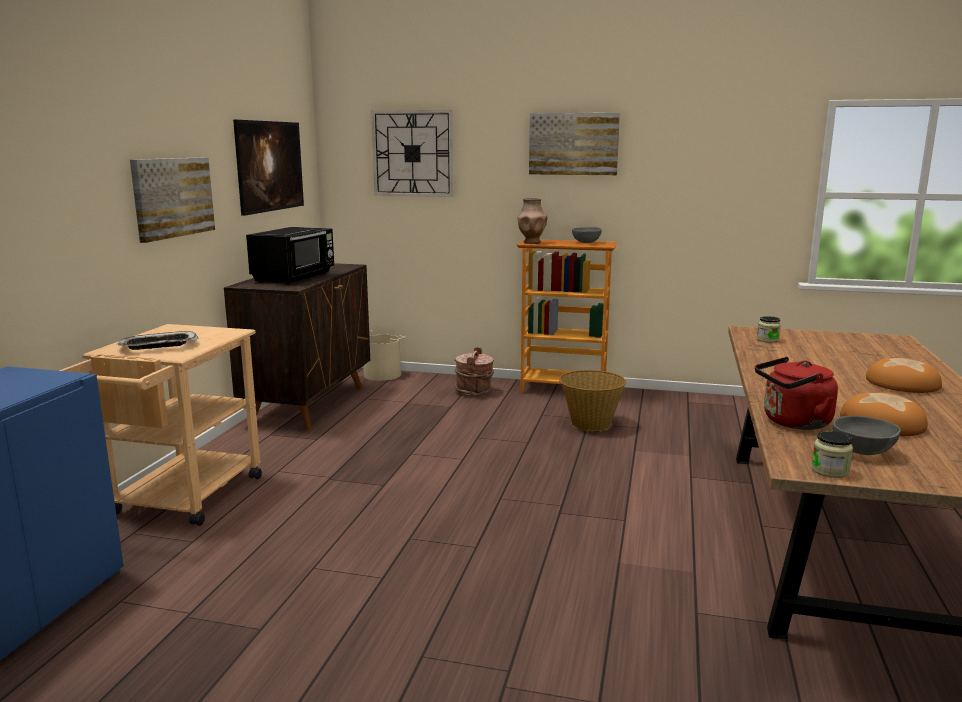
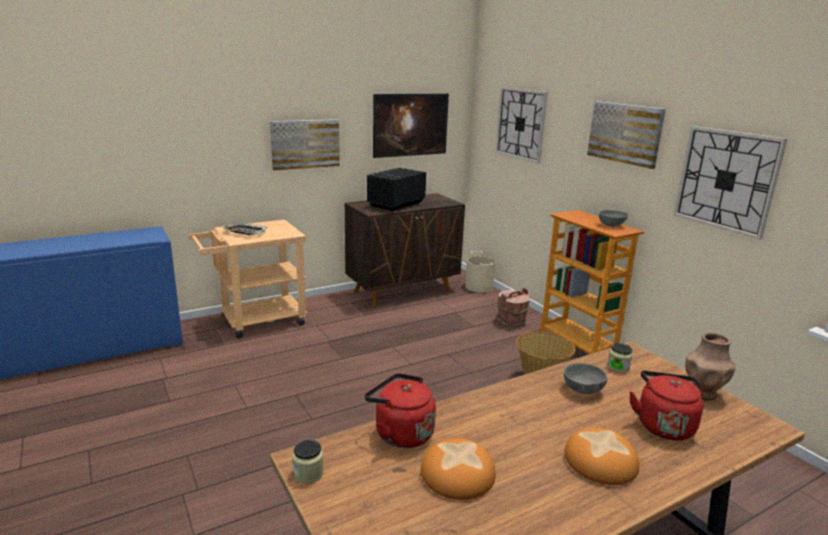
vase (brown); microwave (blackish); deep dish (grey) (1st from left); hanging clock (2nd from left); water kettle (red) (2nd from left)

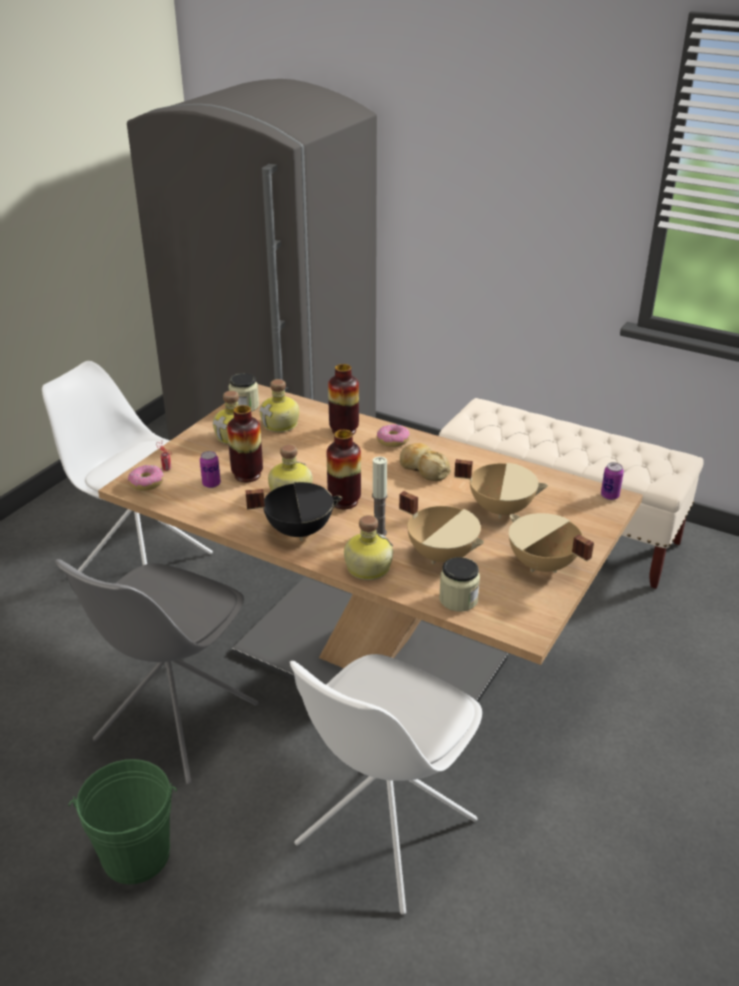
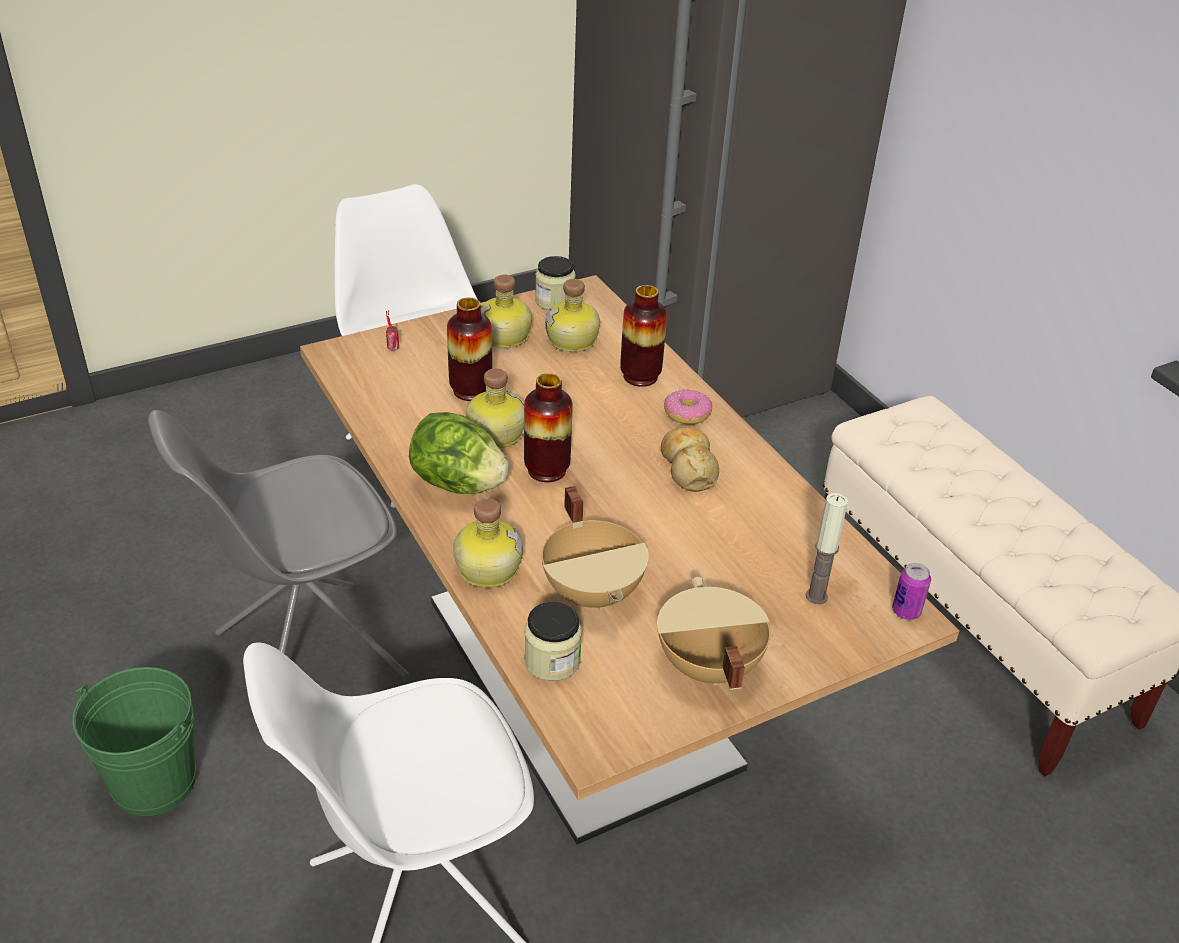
sealed can (2nd from left in the first image); wax candle; saucepot (sand-coloured) (2nd from left in the first image); doughnut (1st from left in the first image); lettuce head

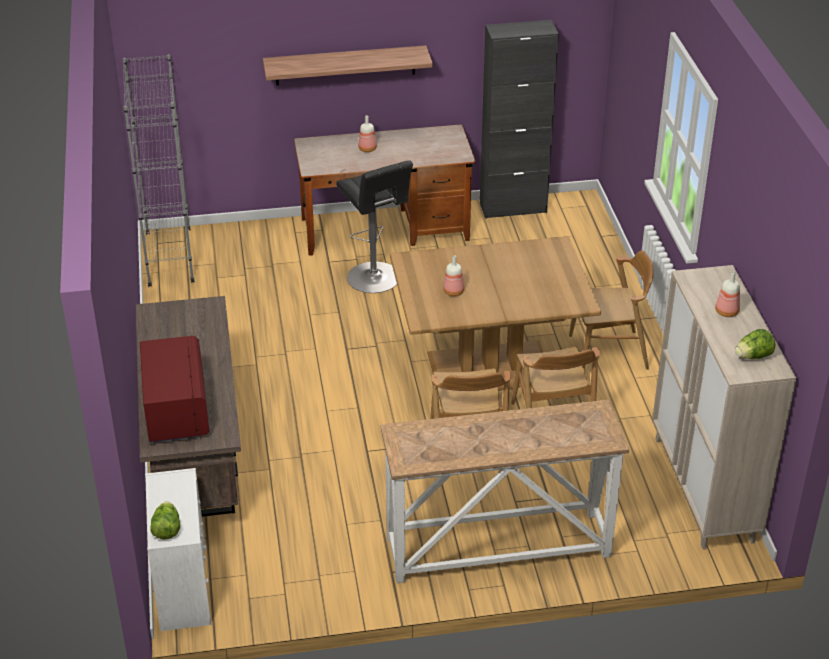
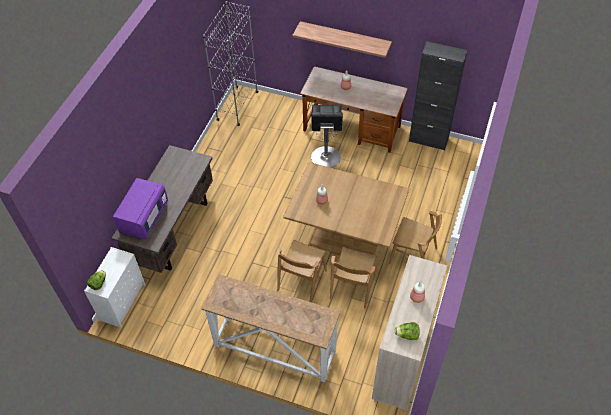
microwave (purplish)

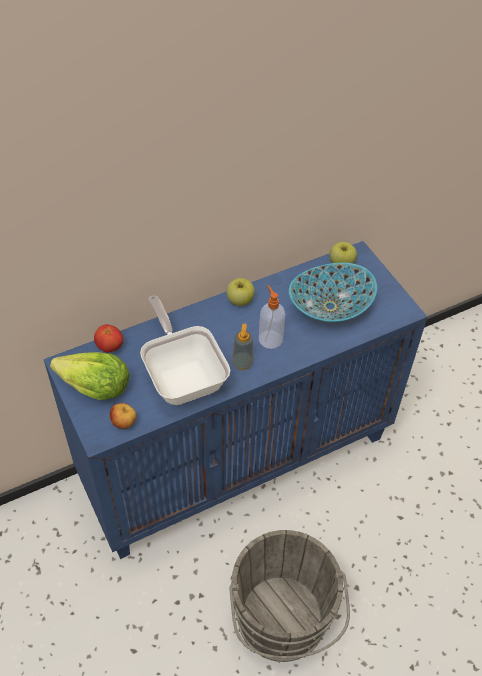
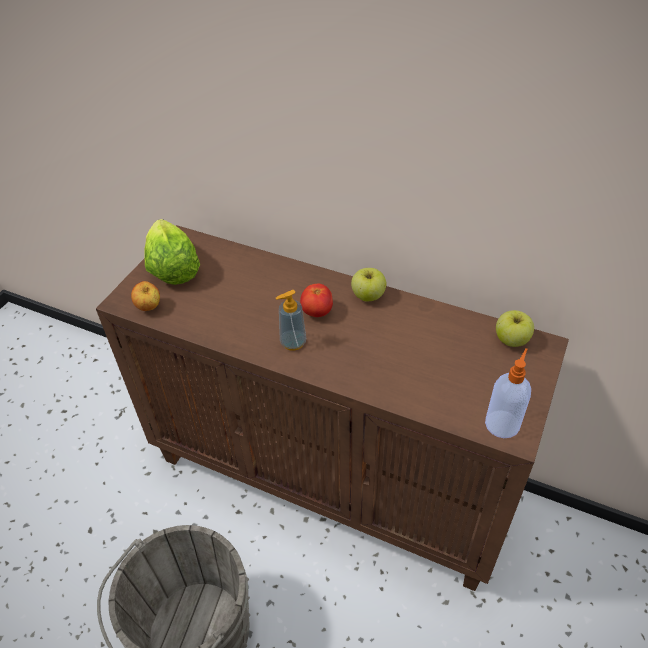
cupboard (brown); deep dish; soap dispenser (2nd from left); skillet; fresh tomato

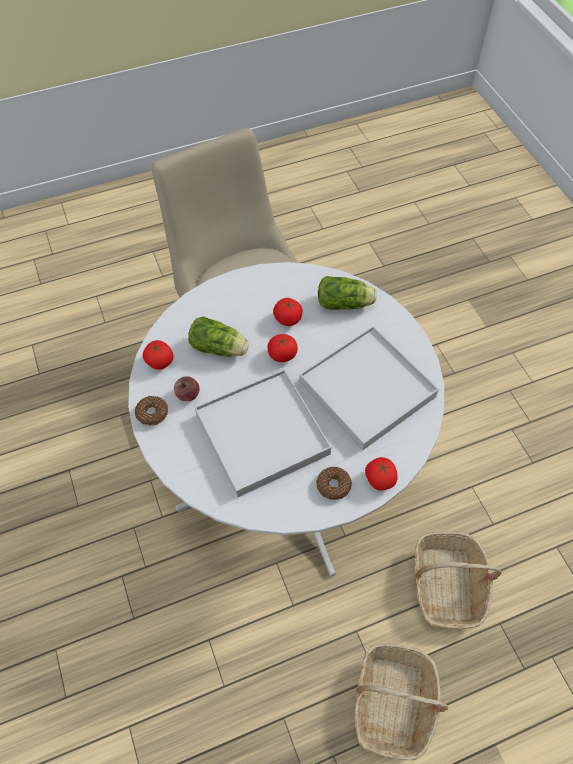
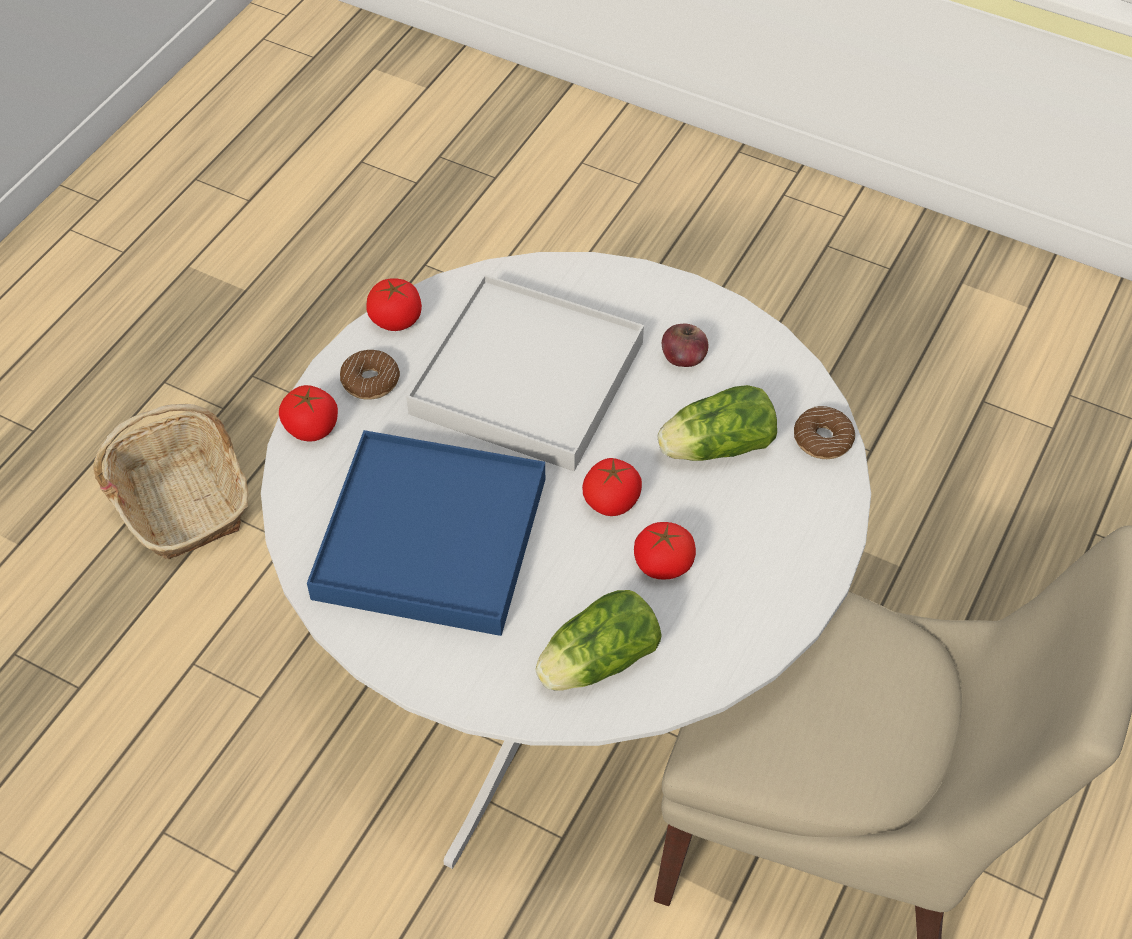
serving tray (blue); fresh tomato (2nd from left); doughnut (2nd from left); basket (2nd from left in the first image)

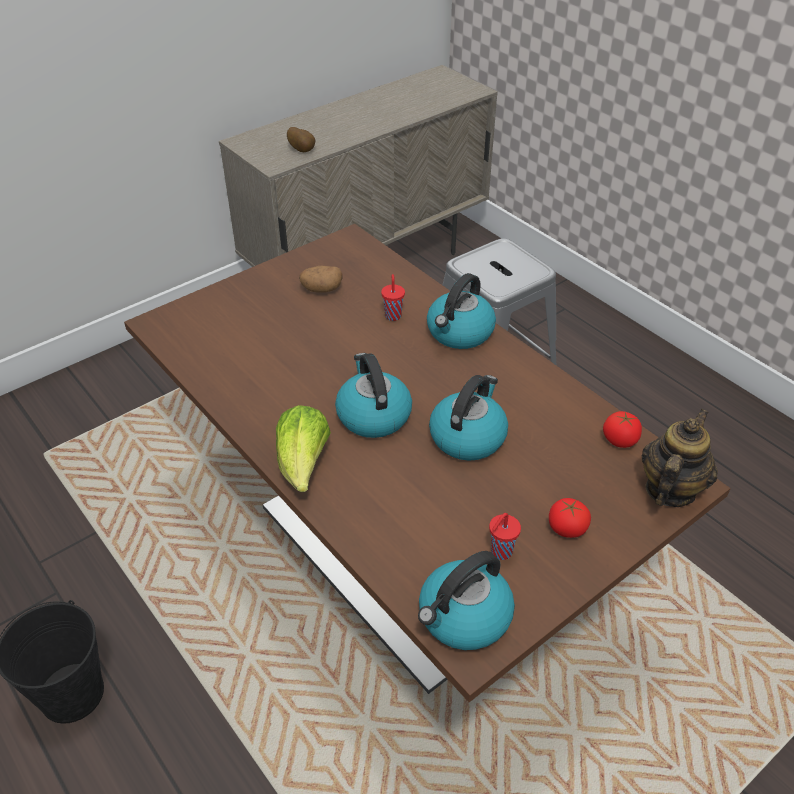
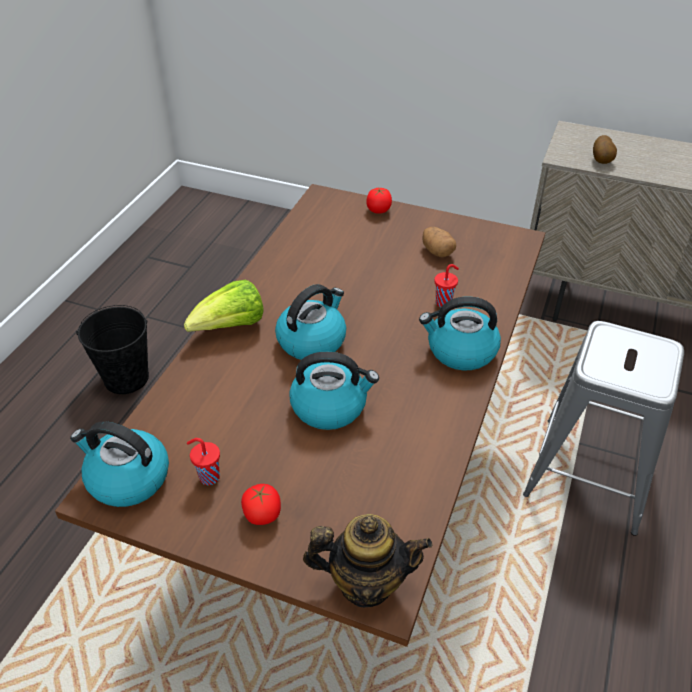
fresh tomato (2nd from left)

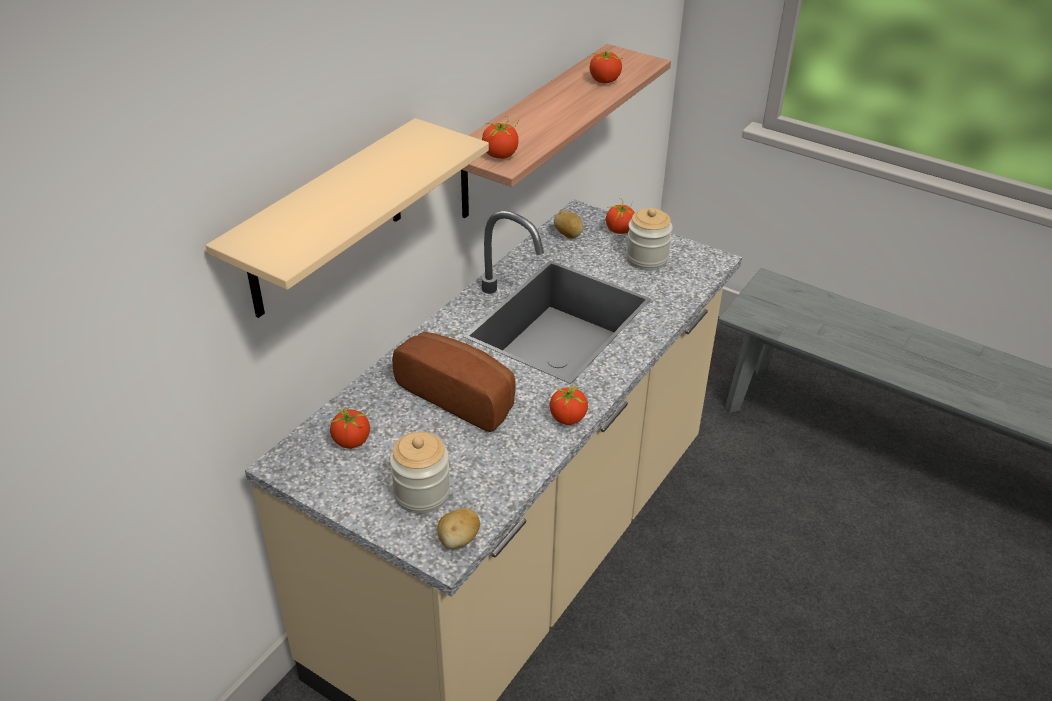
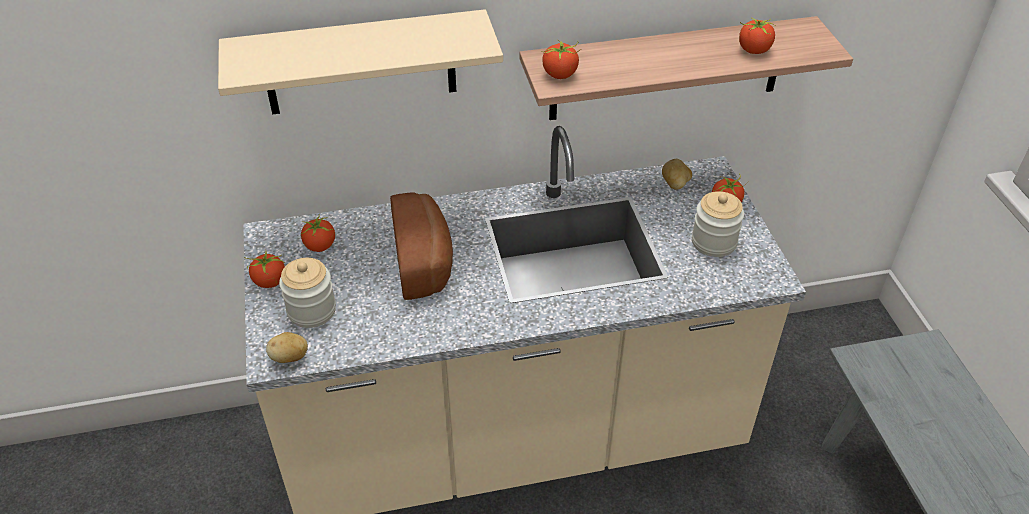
fresh tomato (1st from left)

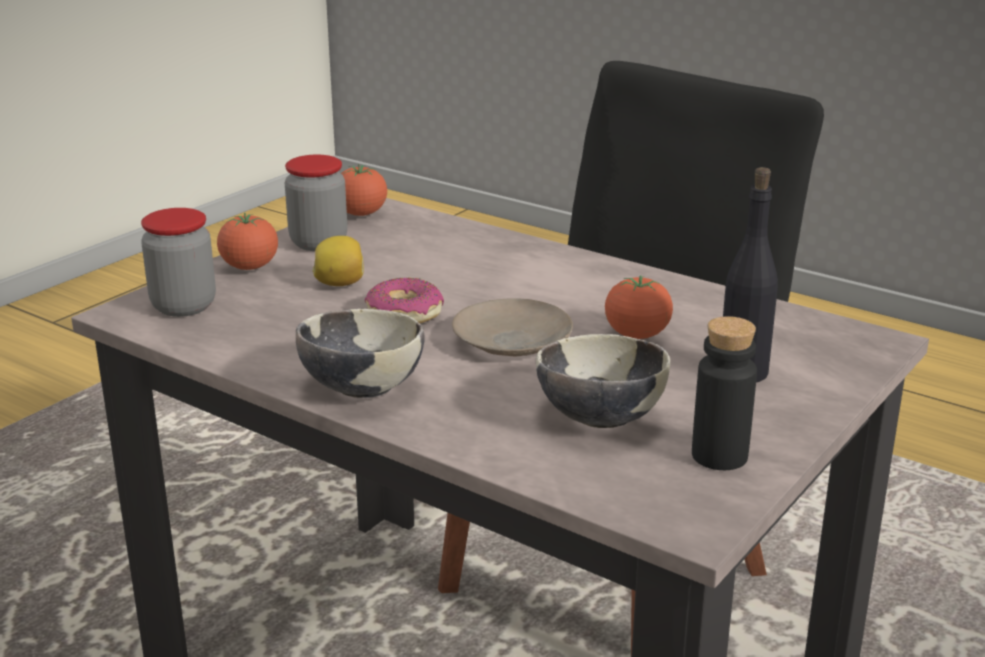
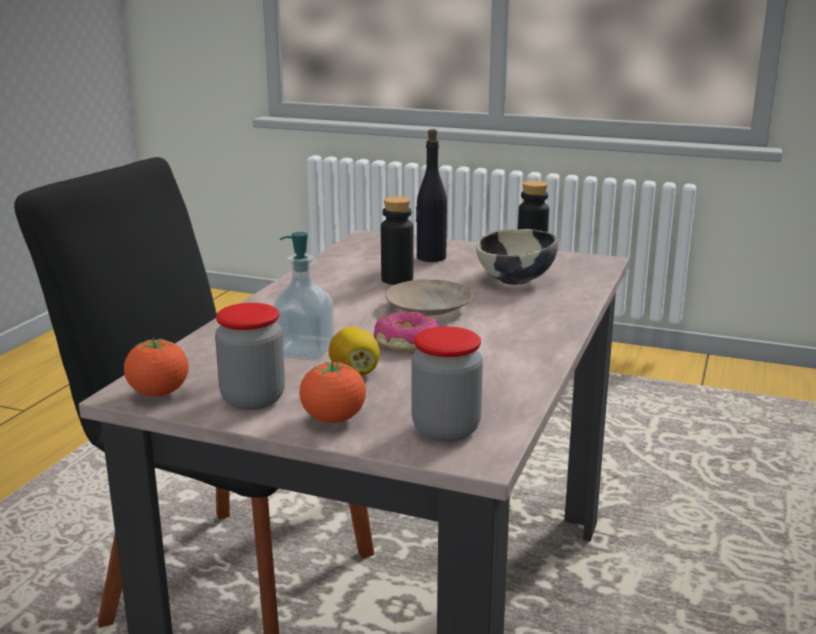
bottle (blackish) (1st from left); deep dish (1st from left in the first image); soap dispenser

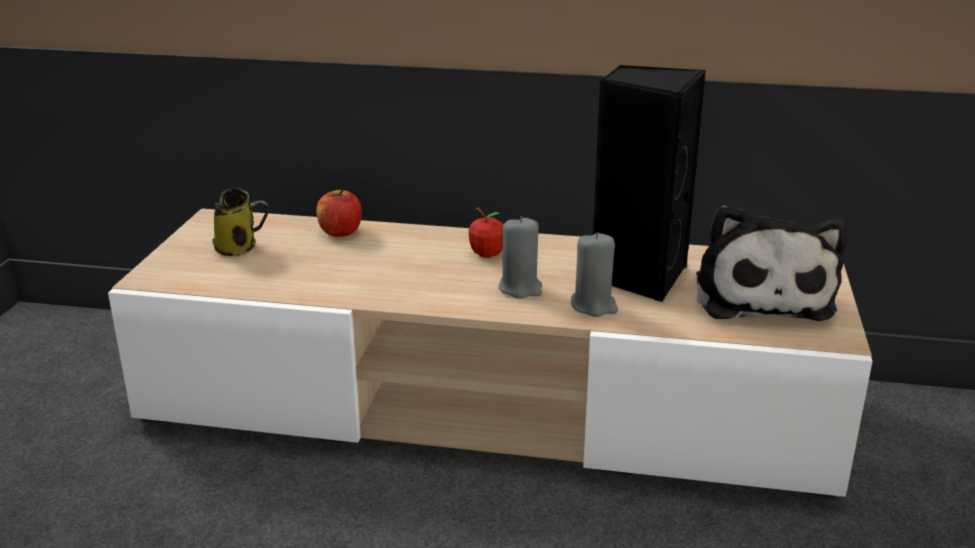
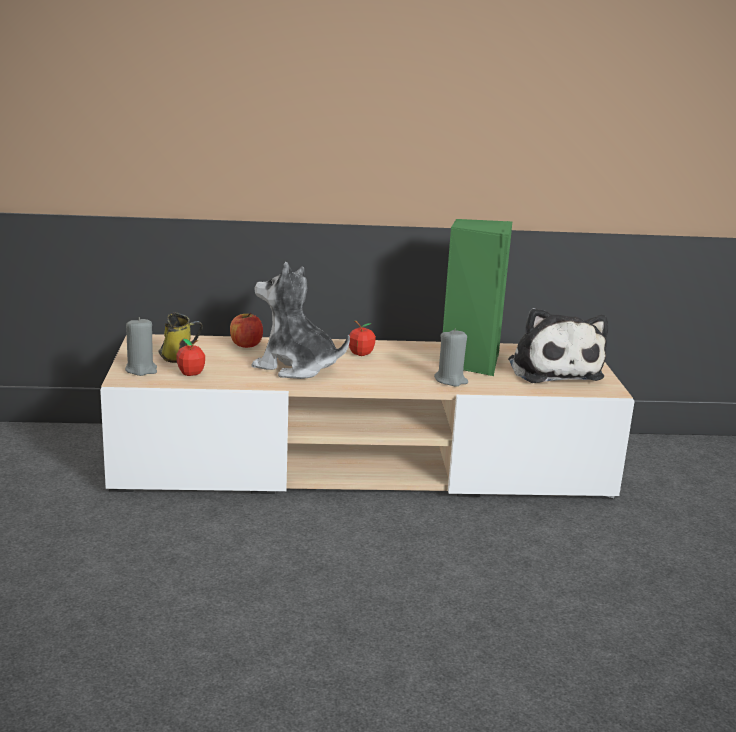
loudspeaker (green-coloured); wax candle (grey) (1st from left); soft toy (1st from left); whole apple (1st from left)

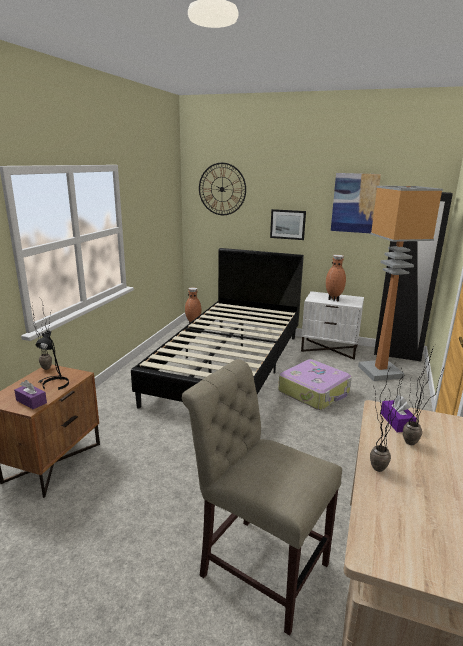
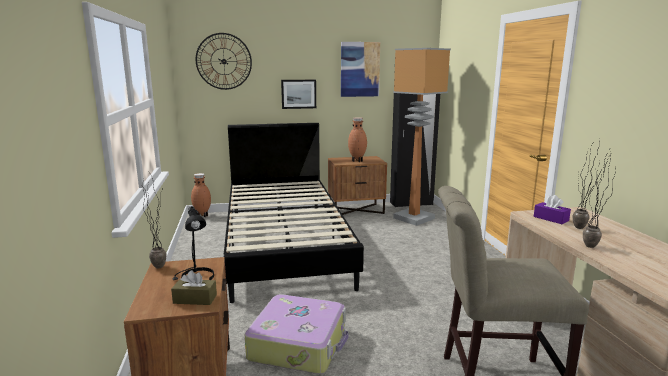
night table (brown) (2nd from left); travel case; box of tissues (brown)

